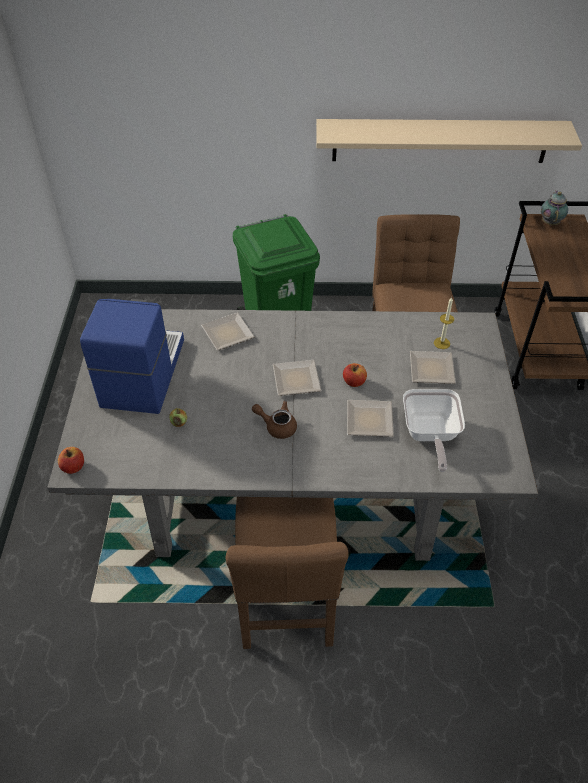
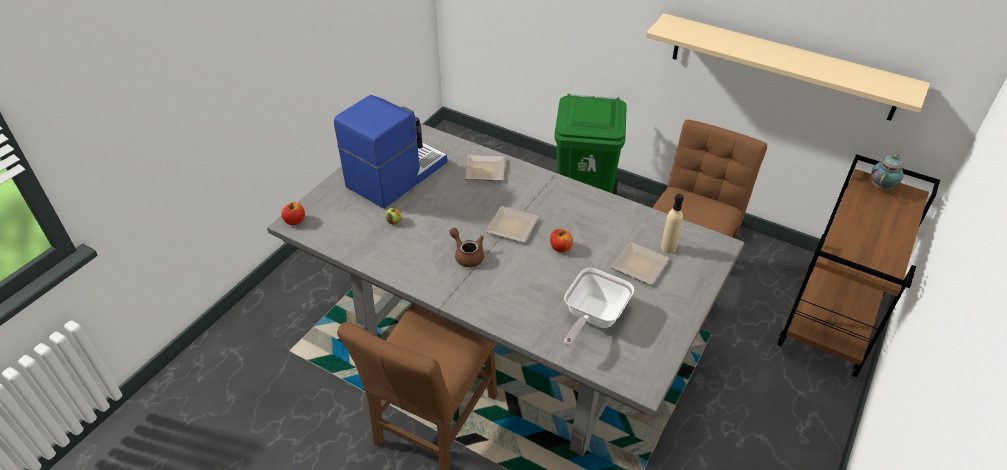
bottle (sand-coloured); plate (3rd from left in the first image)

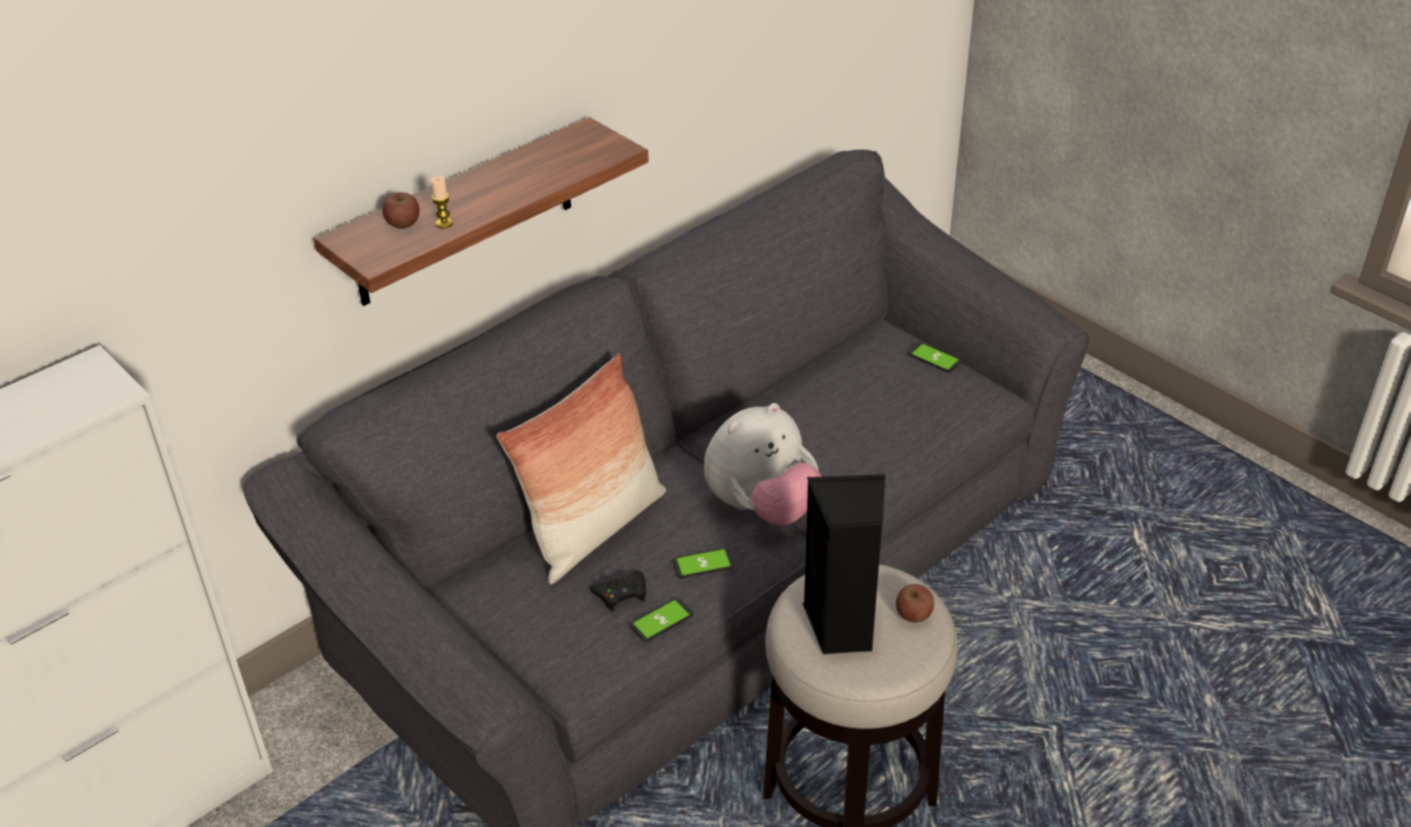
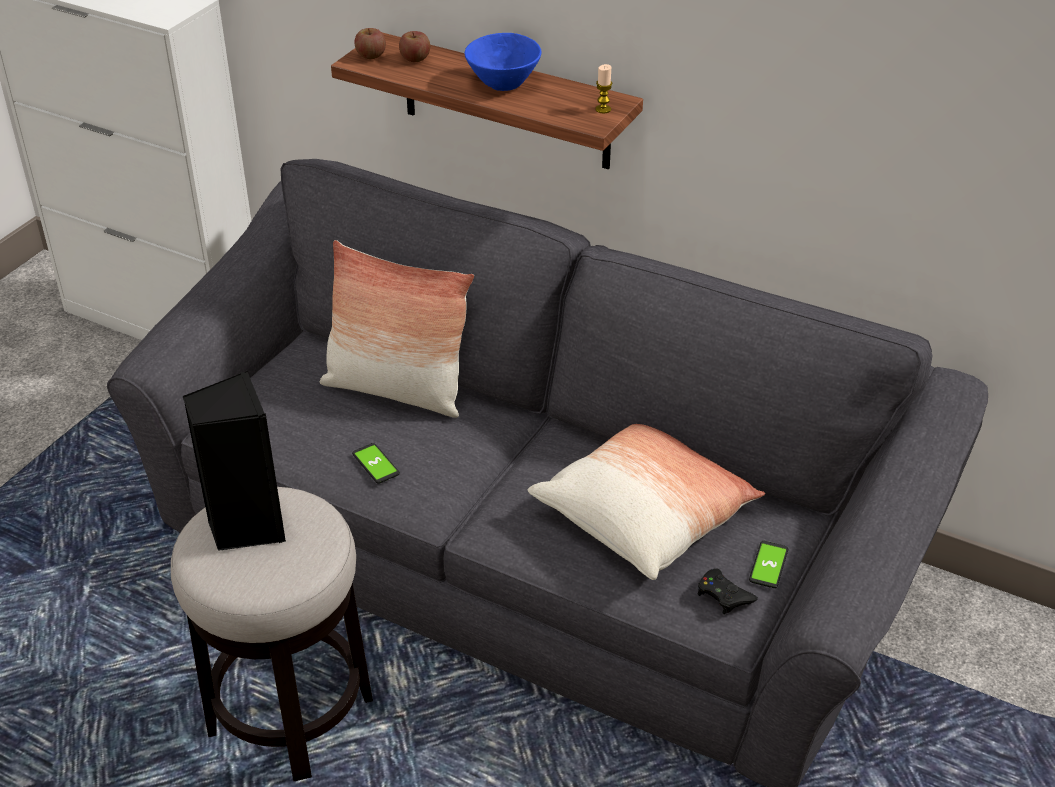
wax candle; soft toy; gamepad (blackish); whole apple (1st from left); handset (1st from left in the first image); deep dish (blue); cushion (2nd from left)

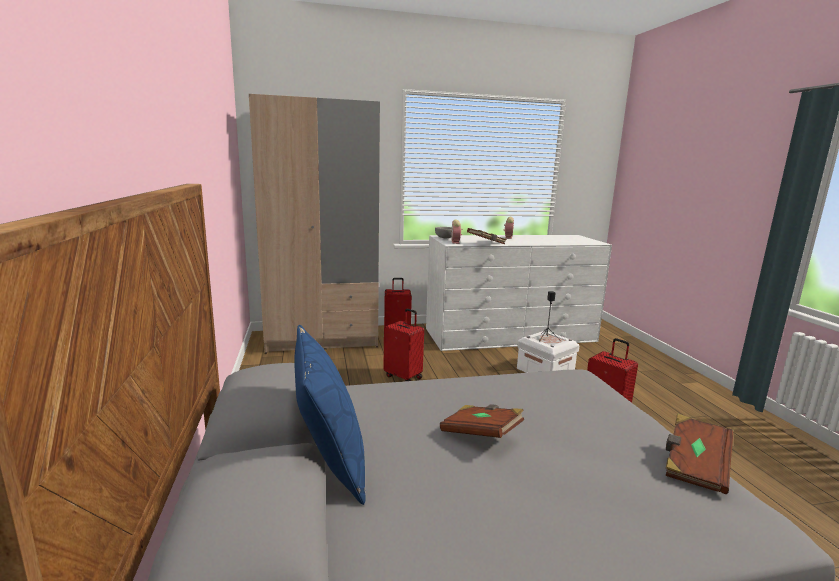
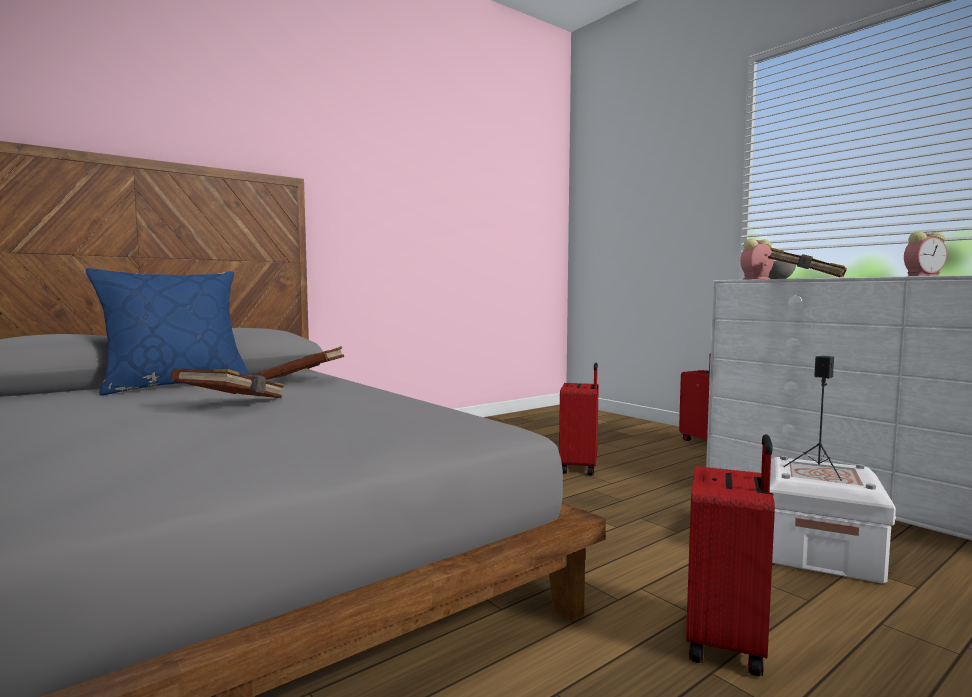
clothes cupboard (sand-coloured); book (brown) (2nd from left)

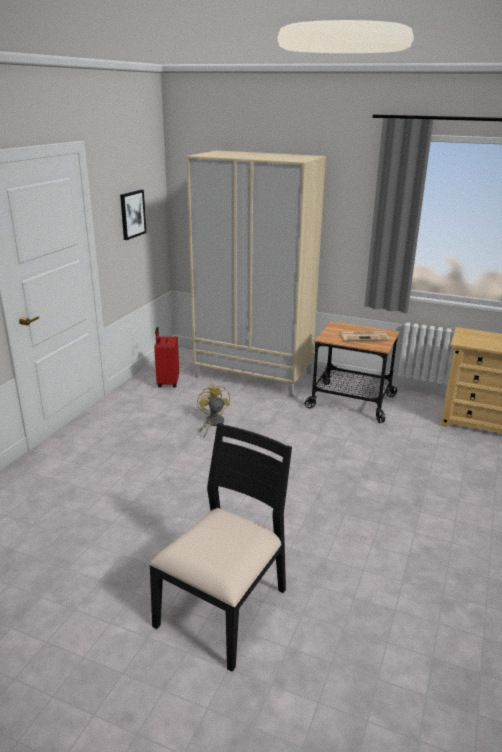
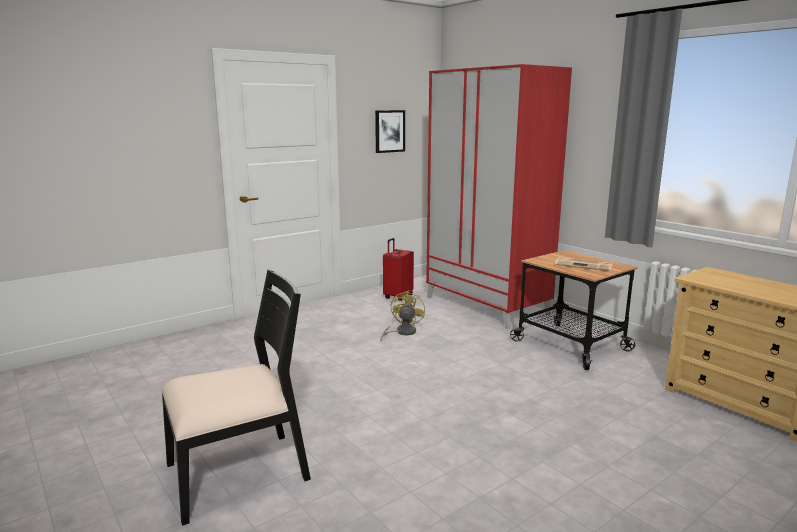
clothes cupboard (red)

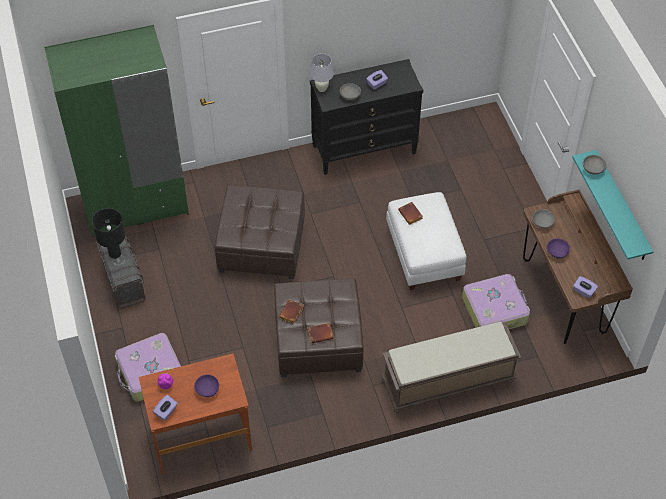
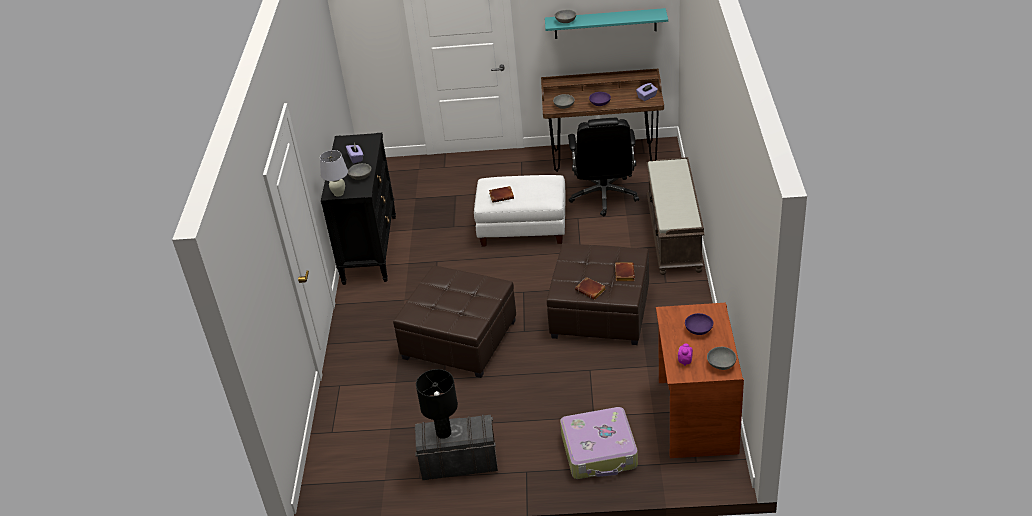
clothes cupboard (green-coloured); desk chair (blackish); deep dish (grey) (4th from left)

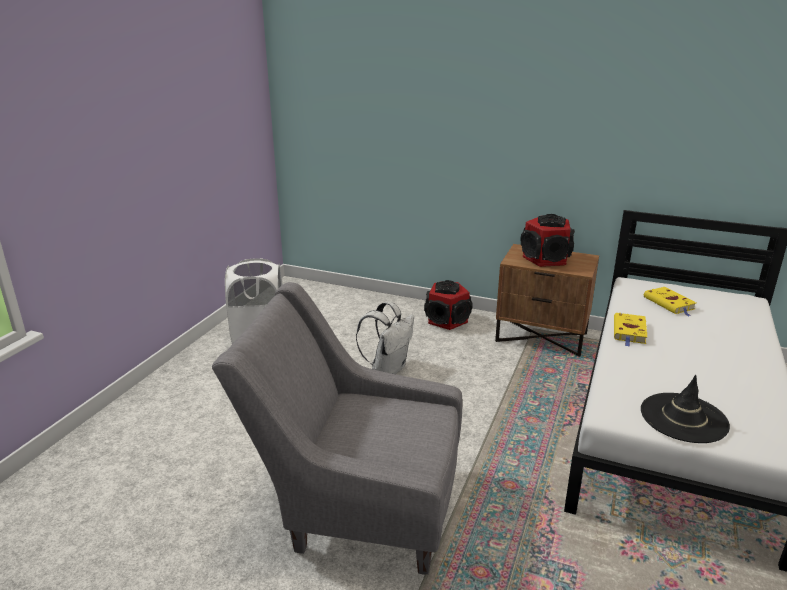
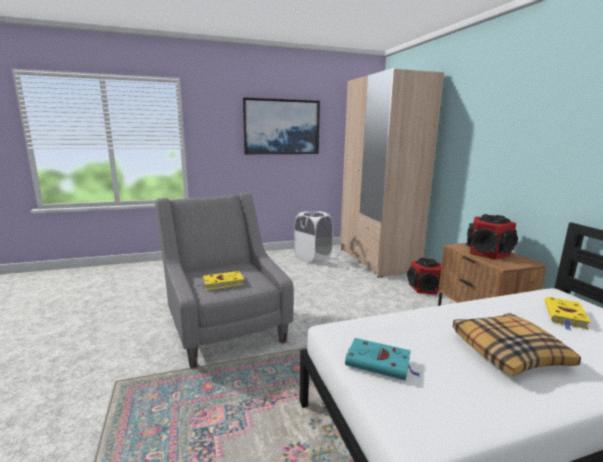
backpack (whitish); book (yellow) (1st from left); book (turquoise); clothes cupboard (sand-coloured); picture; cushion

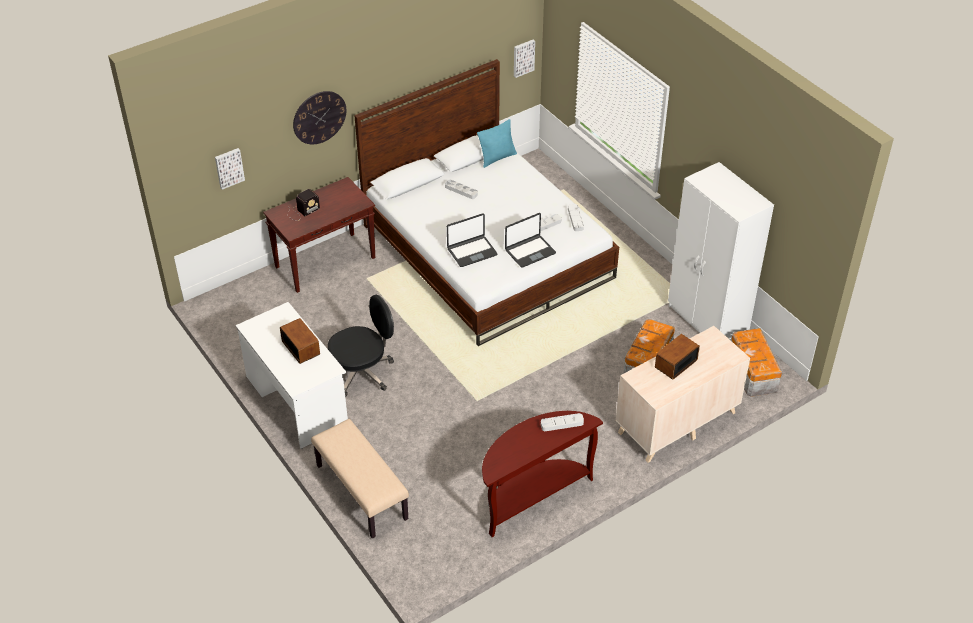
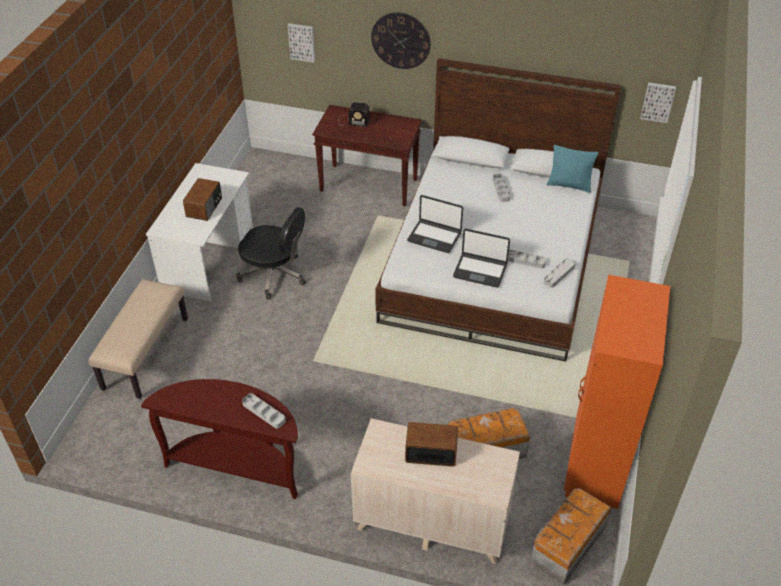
clothes cupboard (orange-coloured)

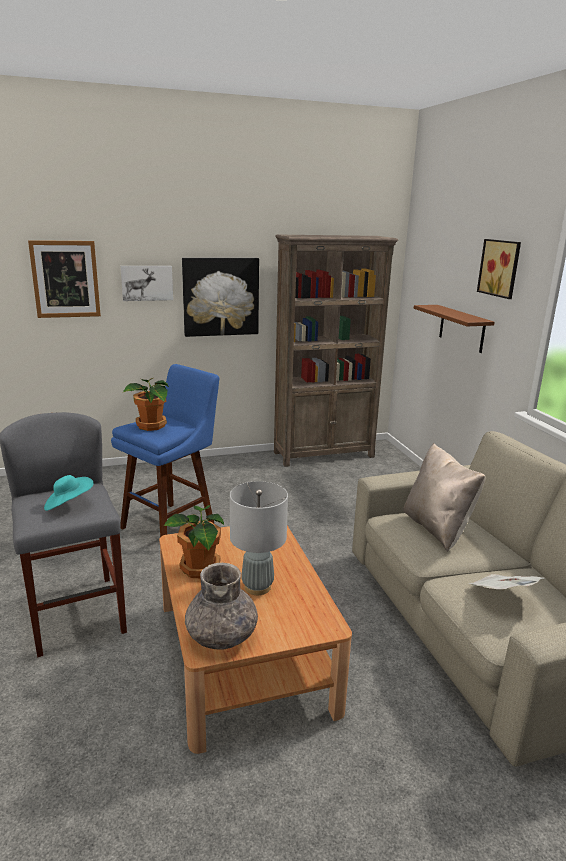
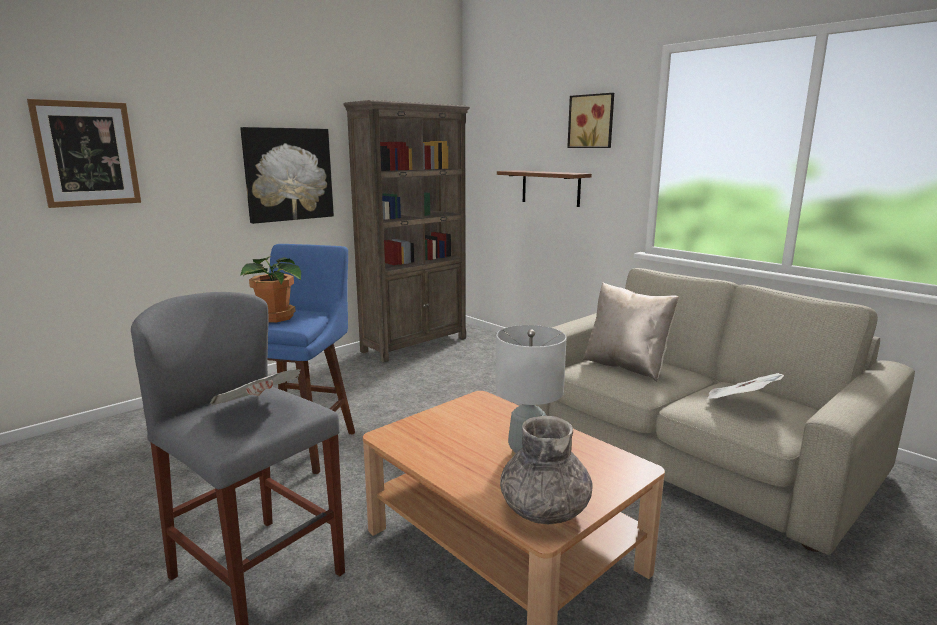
picture (2nd from left in the first image); daily paper (1st from left); plant in a pot (2nd from left in the first image)

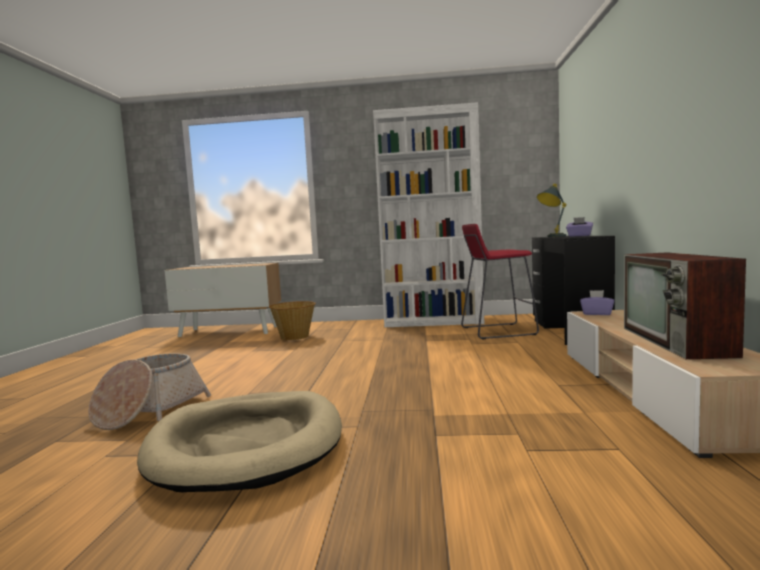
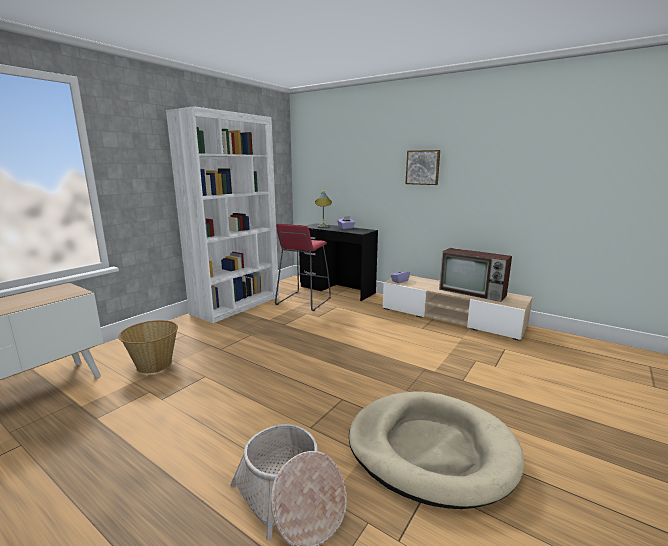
picture

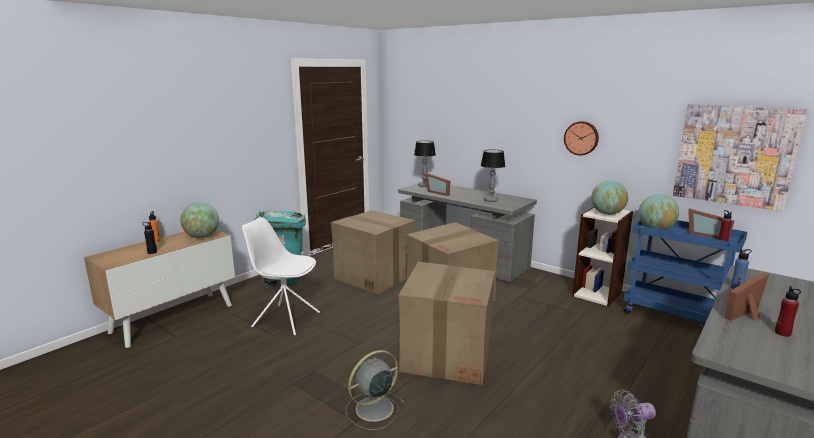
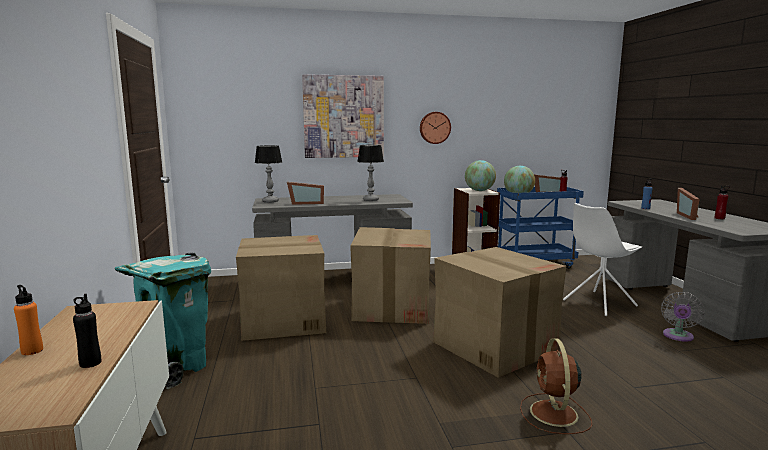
picture; desk globe (1st from left in the first image); plain chair (whitish); fan (brown)

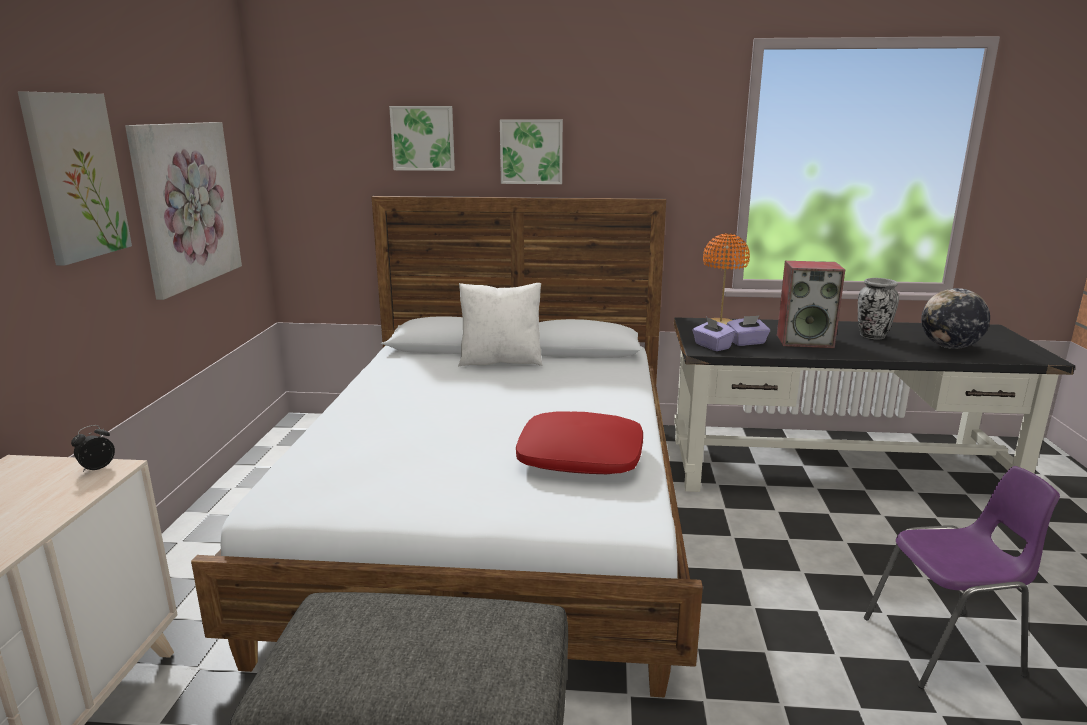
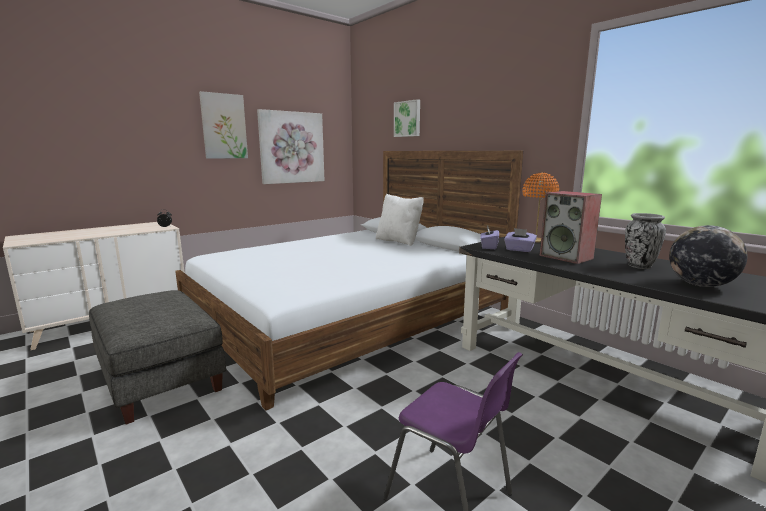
picture (4th from left in the first image); cushion (red)

